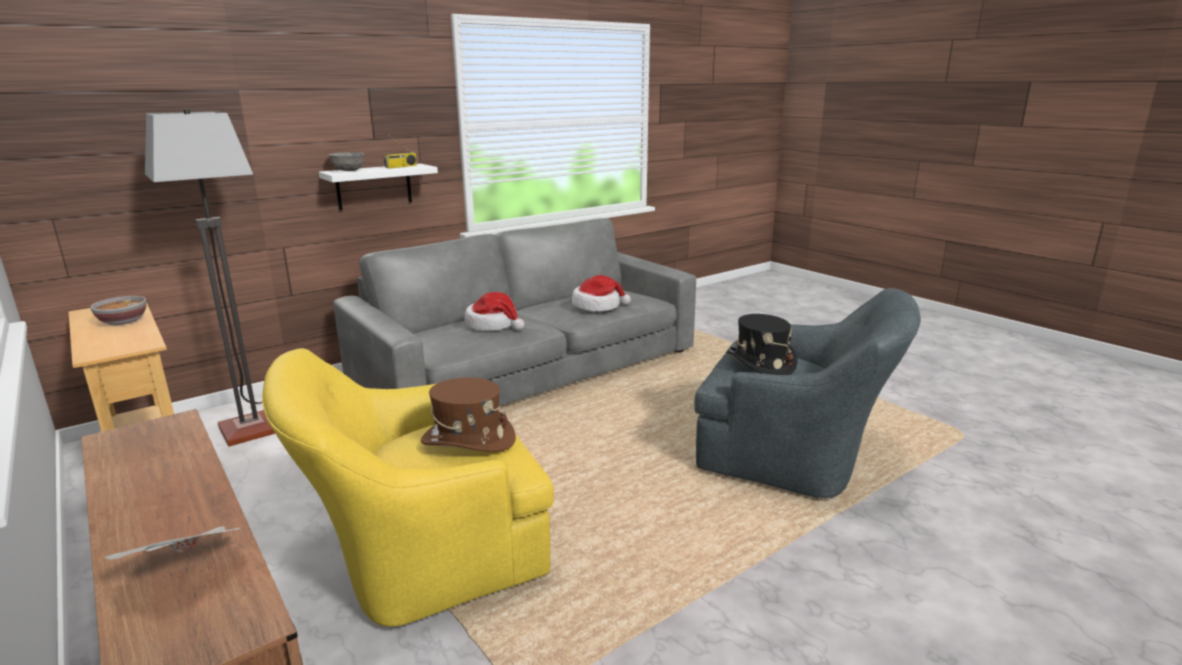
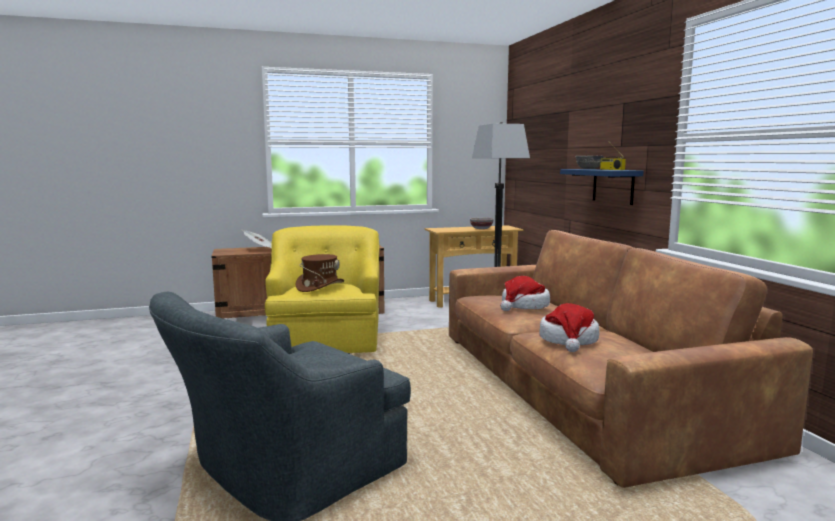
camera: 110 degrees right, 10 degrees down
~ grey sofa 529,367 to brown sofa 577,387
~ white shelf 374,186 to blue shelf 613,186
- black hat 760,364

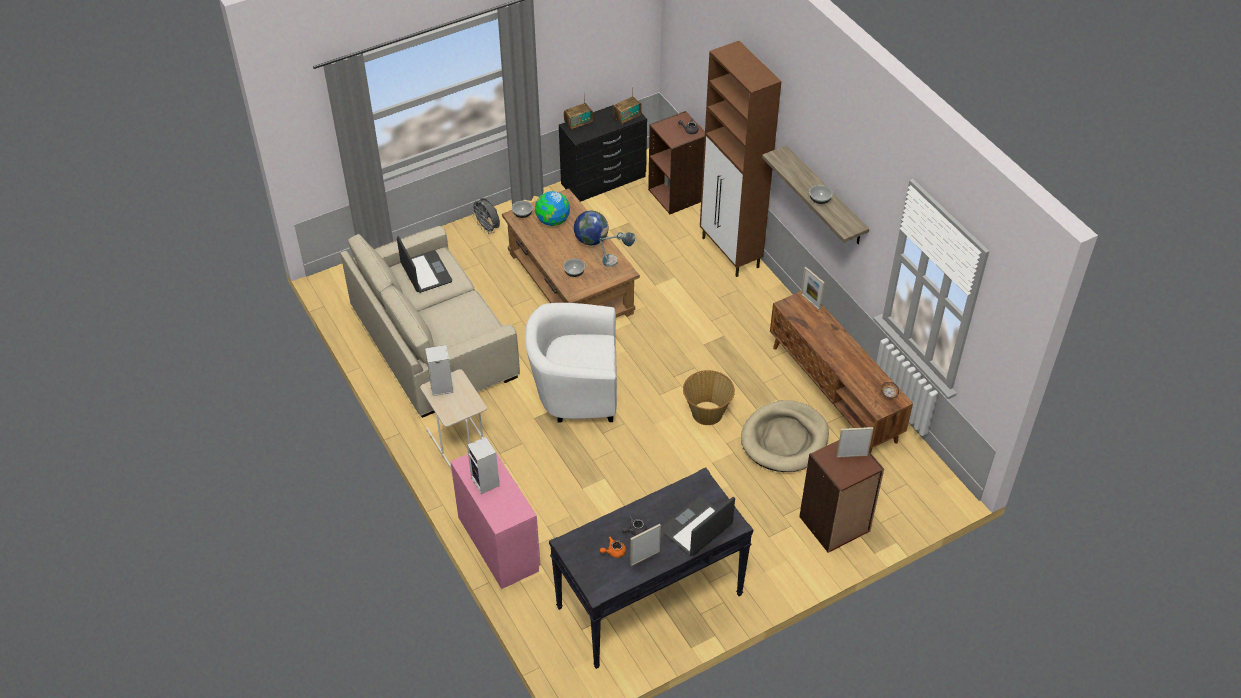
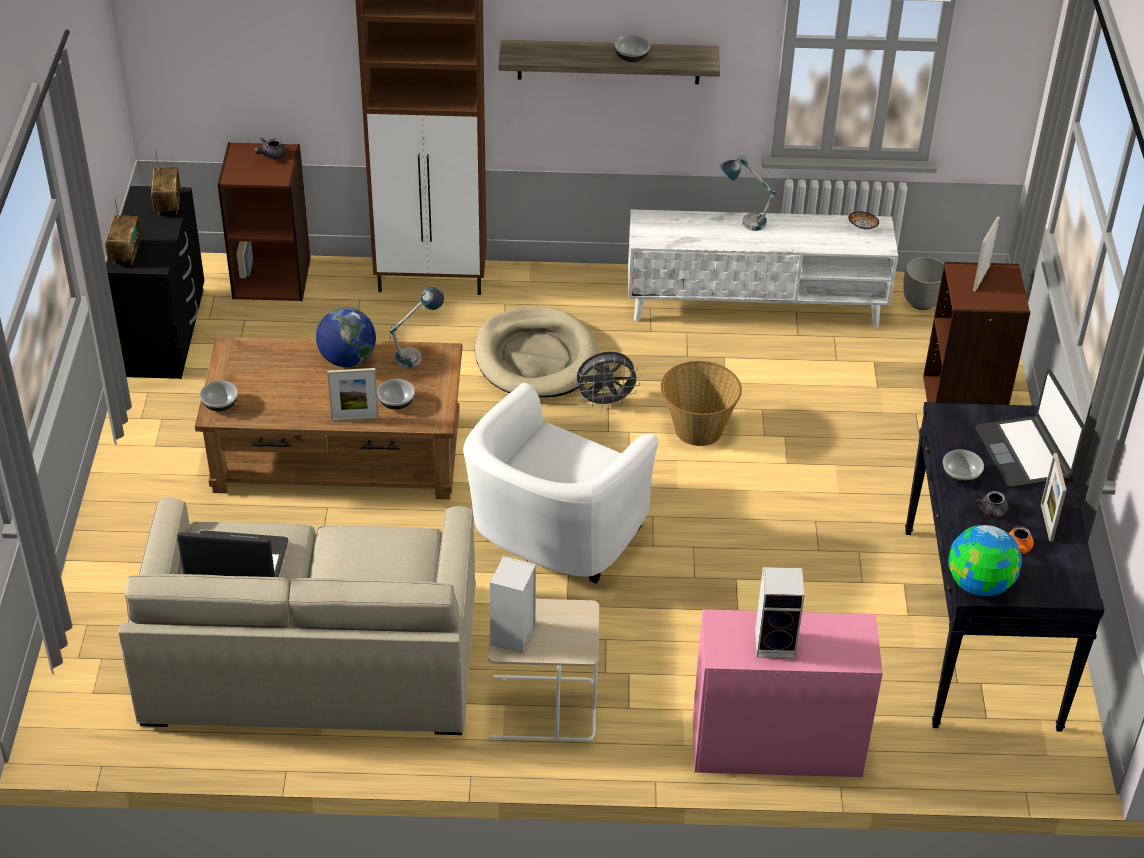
camera: 60 degrees left, 5 degrees down
~ picture frame 810,302 to 355,418
~ beige dog bed 784,439 to 536,358
~ grey fan 488,228 to 605,402
~ brown tv stand 834,394 to white tv stand 756,306
+ table lamp 743,221
+ planter 921,303
+ bowl 960,476
~ globe 552,221 to 979,584

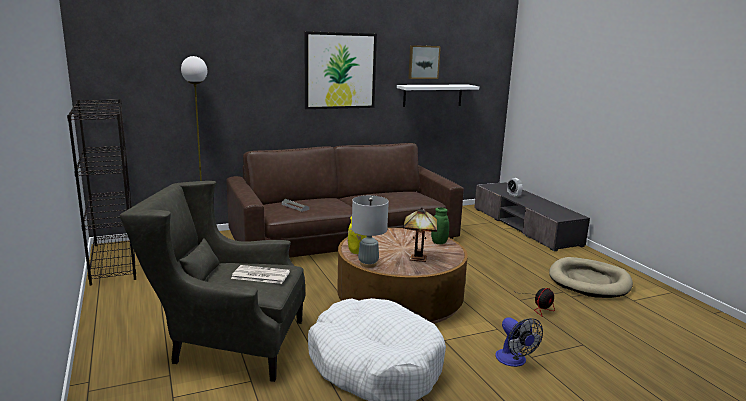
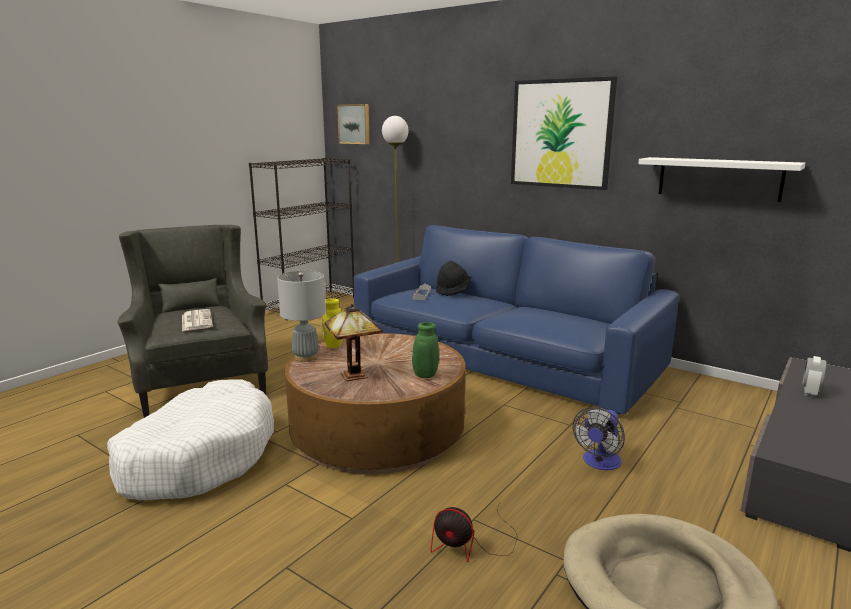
camera: 60 degrees right, 0 degrees up
~ picture 423,62 to 354,124
~ brown sofa 344,236 to blue sofa 503,356
+ black hat 452,291
~ fan 514,361 to 599,463

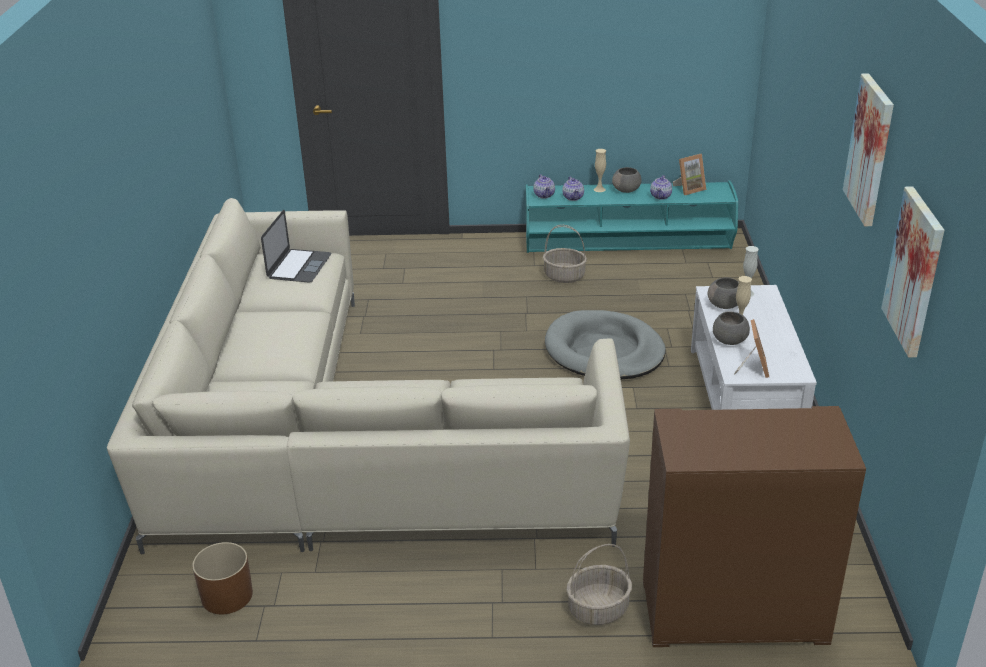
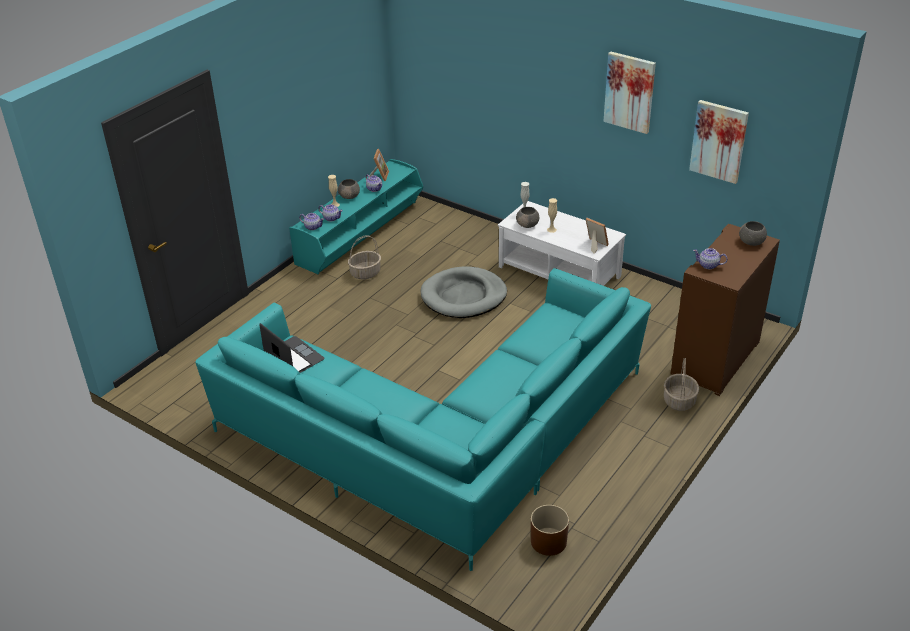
camera: 55 degrees left, 5 degrees up
~ beige sofa 337,442 to turquoise sofa 441,440
+ teapot 708,265
~ grey bowl 729,340 to 751,242

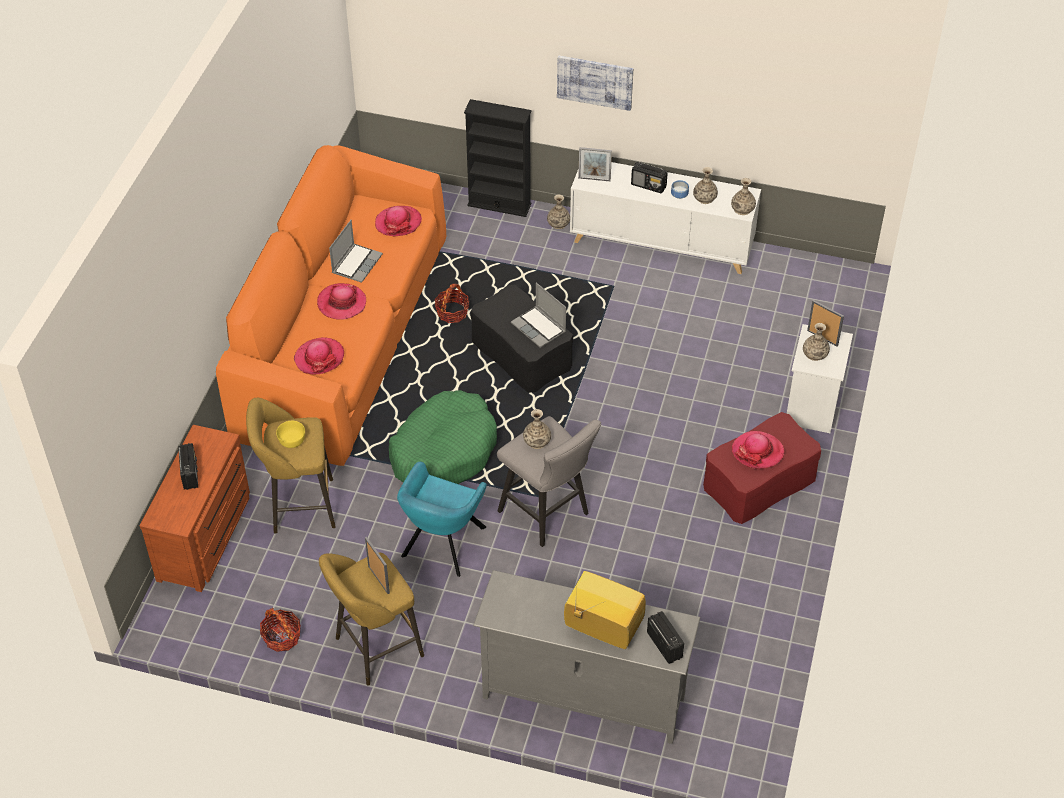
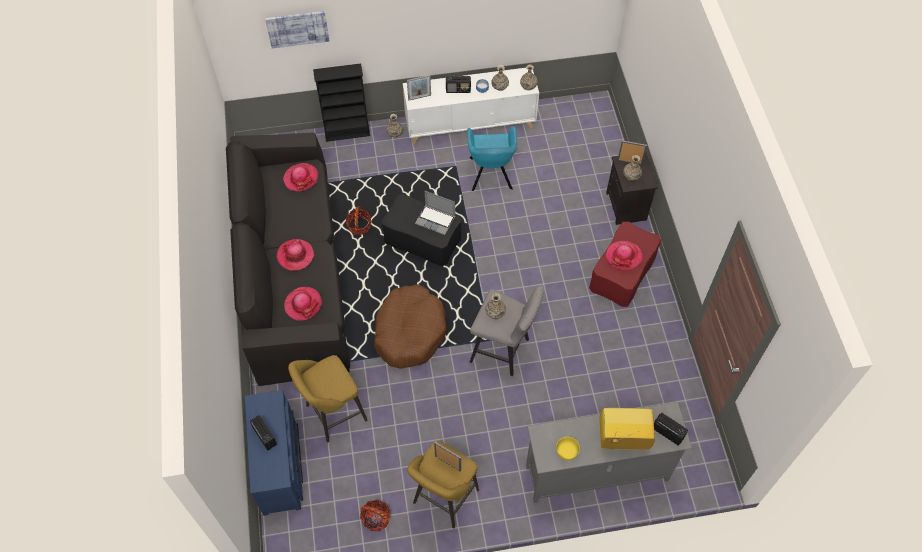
camera: 25 degrees left, 10 degrees up
~ orange sofa 344,336 to black sofa 294,272
~ brown dresser 207,536 to blue dresser 281,465
~ picture 595,82 to 297,28
~ green dog bed 444,450 to brown dog bed 409,331
~ turquoise armchair 442,544 to 491,175
~ yellow bowl 291,440 to 566,452
~ white nightstand 813,408 to black nightstand 627,206
- laptop 356,263

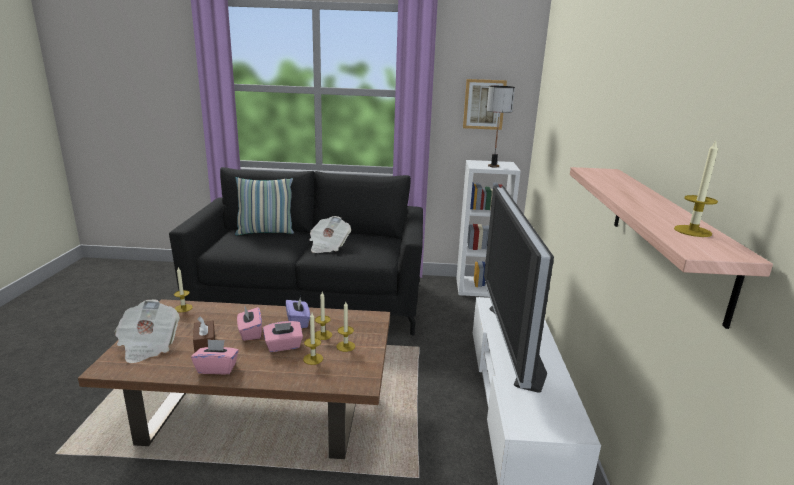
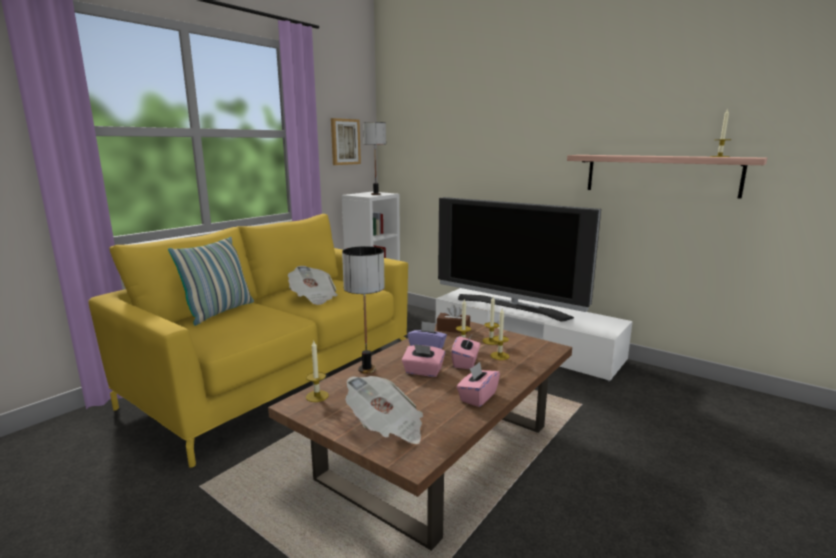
camera: 55 degrees left, 5 degrees down
~ black sofa 310,300 to yellow sofa 277,377
+ table lamp 366,369
~ brown tissue box 205,343 to 453,329

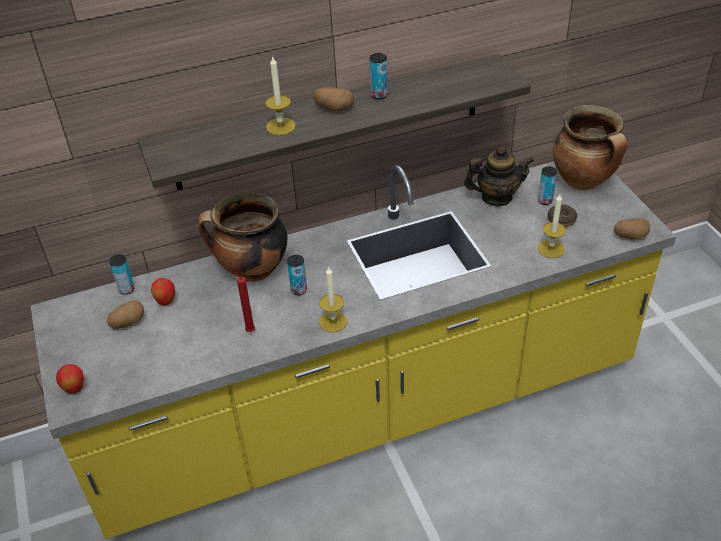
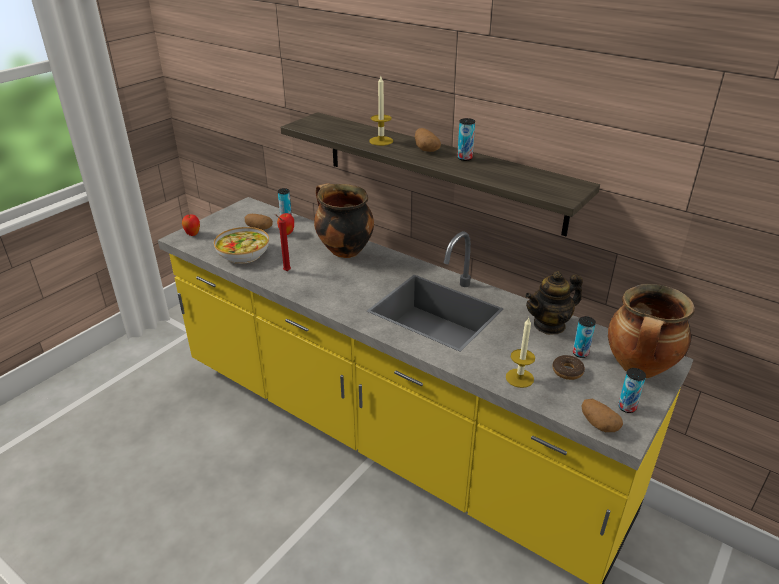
camera: 55 degrees right, 10 degrees down
+ bowl 243,254
~ teapot 496,197 = 549,325 105 degrees clockwise
~ can 299,290 to 627,407
- candle 333,322

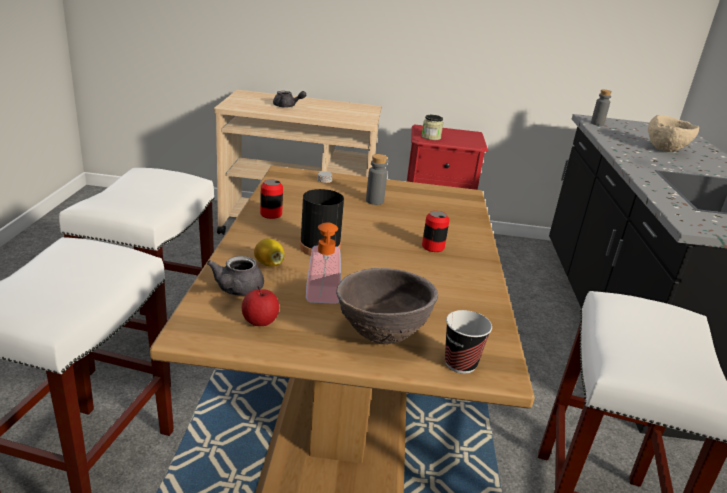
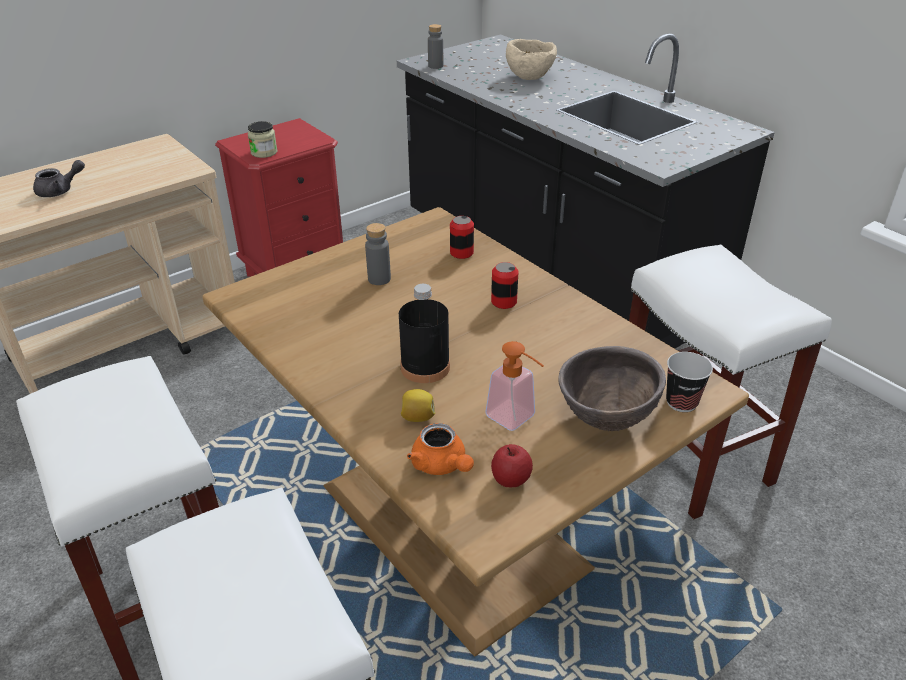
camera: 40 degrees left, 10 degrees up
~ grey teapot 236,290 to orange teapot 441,465
~ can 271,214 to 461,253

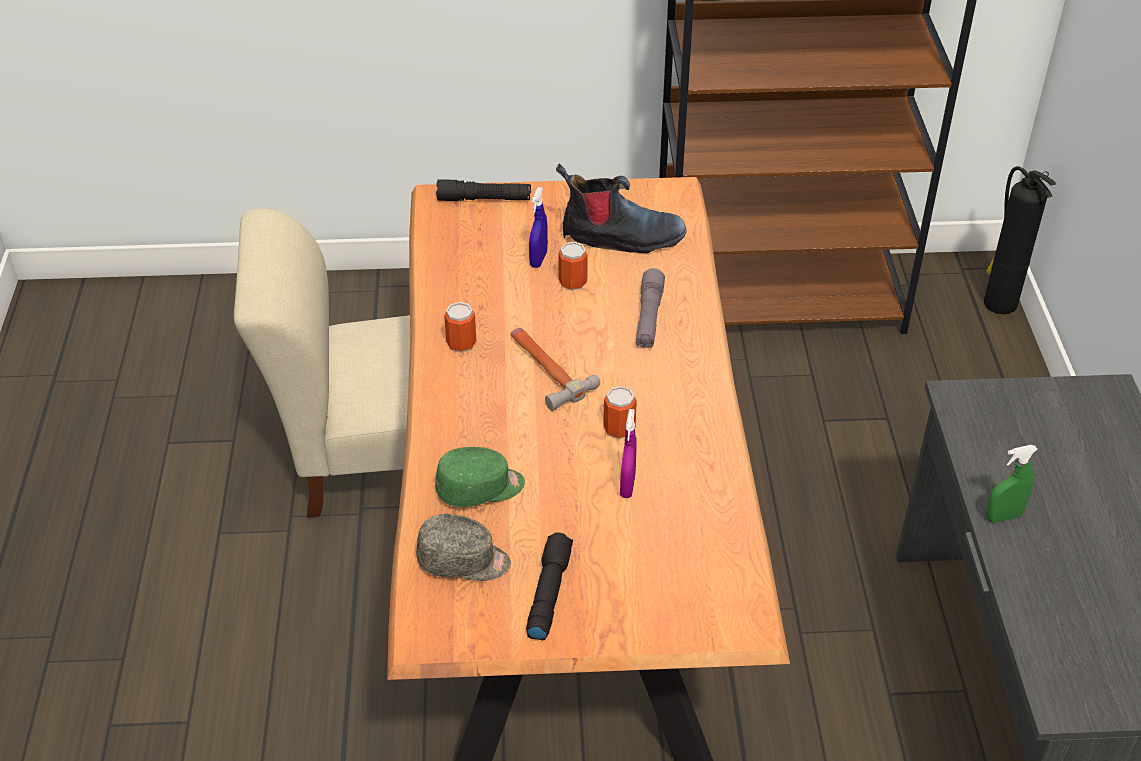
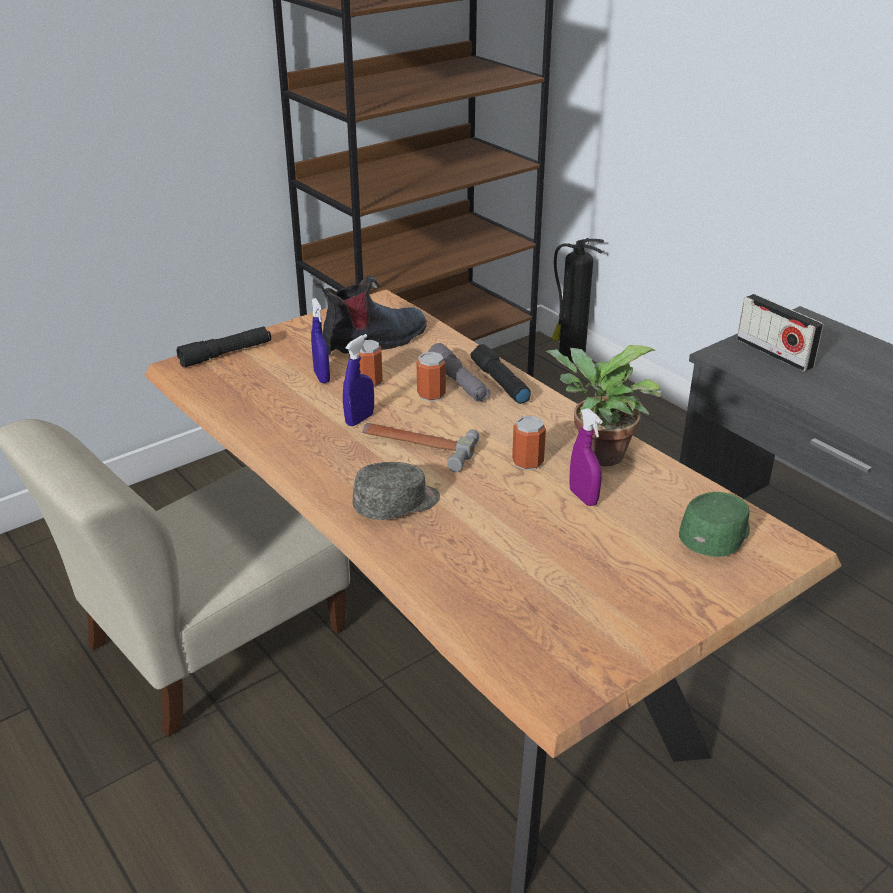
camera: 35 degrees left, 10 degrees down
+ blue spray bottle 359,419
~ grey cap 464,561 to 397,505
~ can 461,344 to 431,395
~ black flashlight 548,592 to 499,382
+ potted plant 596,455
~ green cap 480,488 to 716,536
+ radio 774,353
- green spray bottle 1003,516

